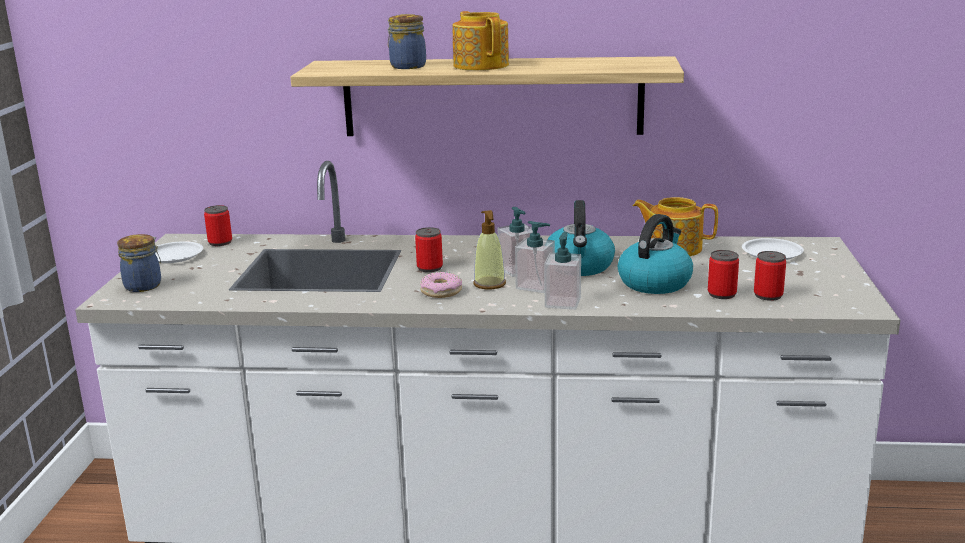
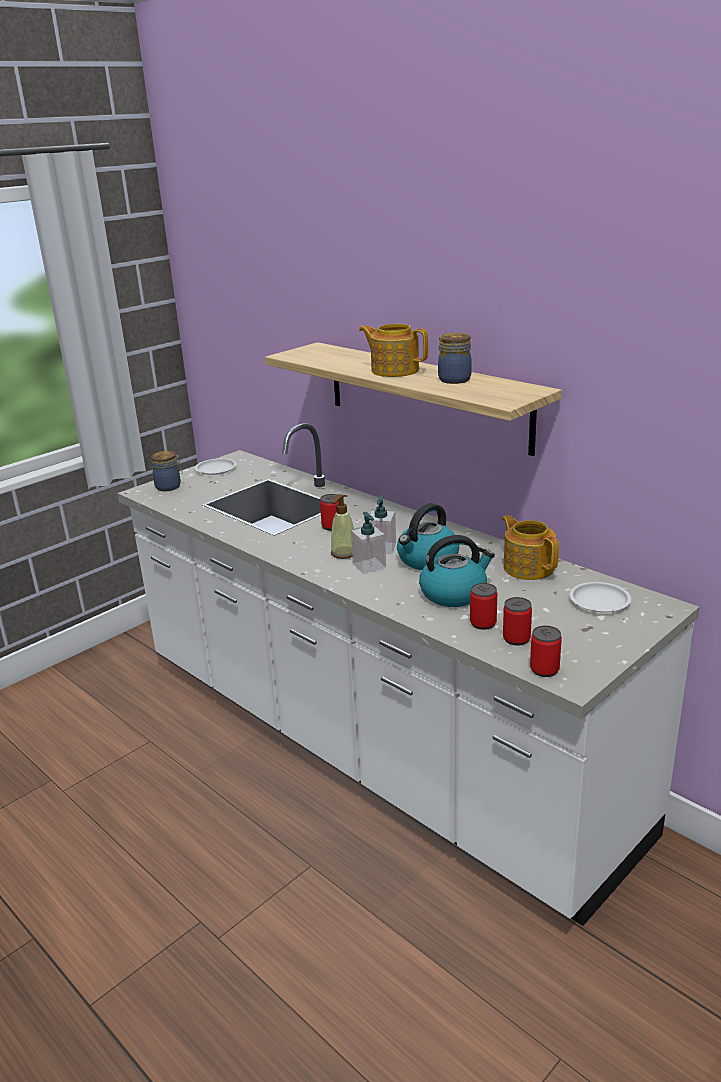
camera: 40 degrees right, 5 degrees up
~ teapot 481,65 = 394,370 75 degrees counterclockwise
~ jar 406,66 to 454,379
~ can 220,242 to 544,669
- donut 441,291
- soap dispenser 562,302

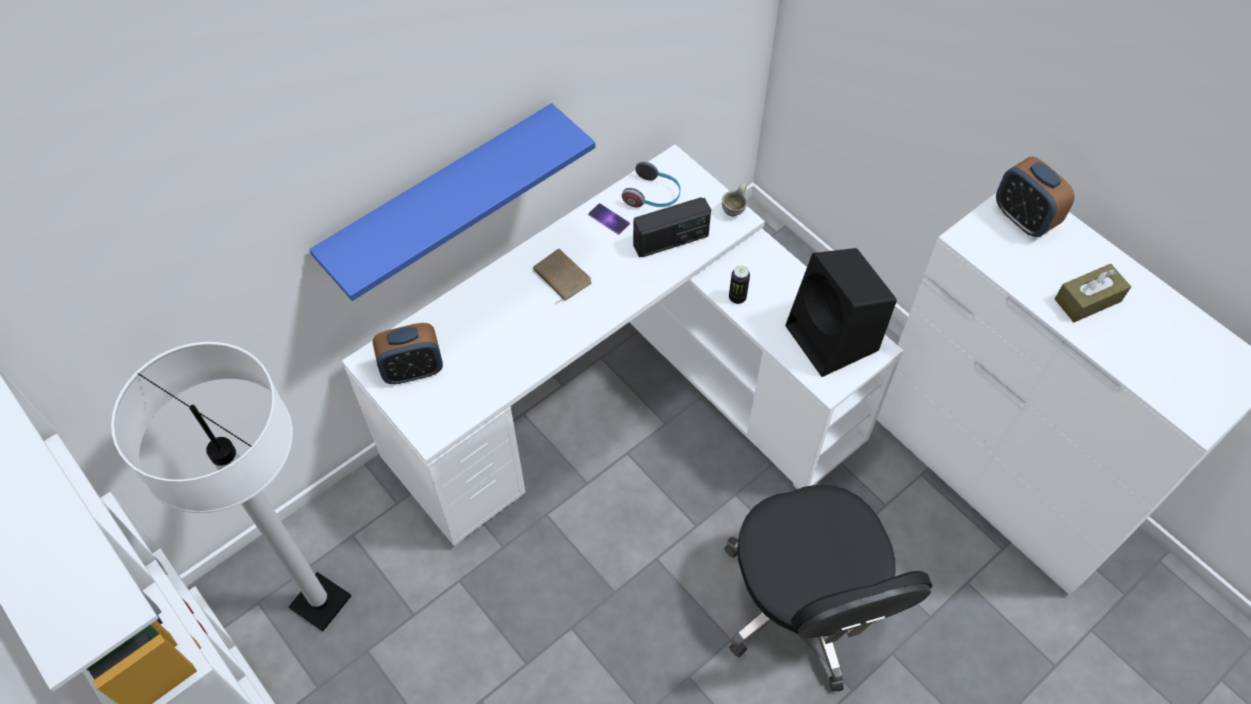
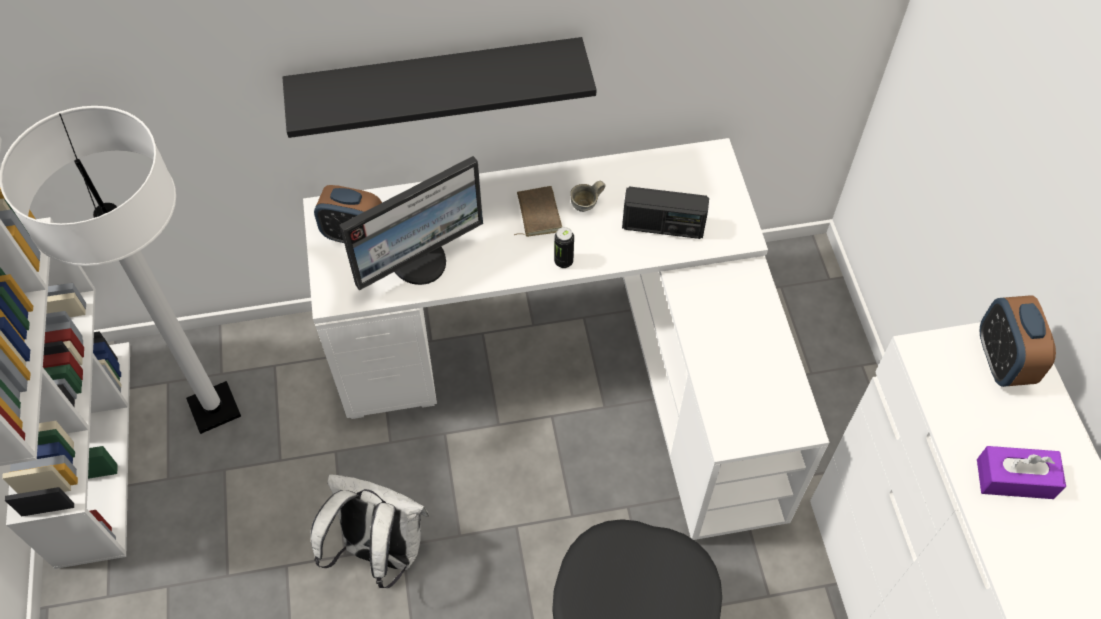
camera: 30 degrees right, 0 degrees up
~ blue shelf 440,197 to black shelf 437,83
+ white backpack 380,550
+ monitor 420,261
~ can 737,297 to 563,261
~ grey mug 735,211 to 586,207
~ brown tissue box 1087,300 to purple tissue box 1014,479
- phone 609,219
- headphones 653,196
- black speaker 833,339

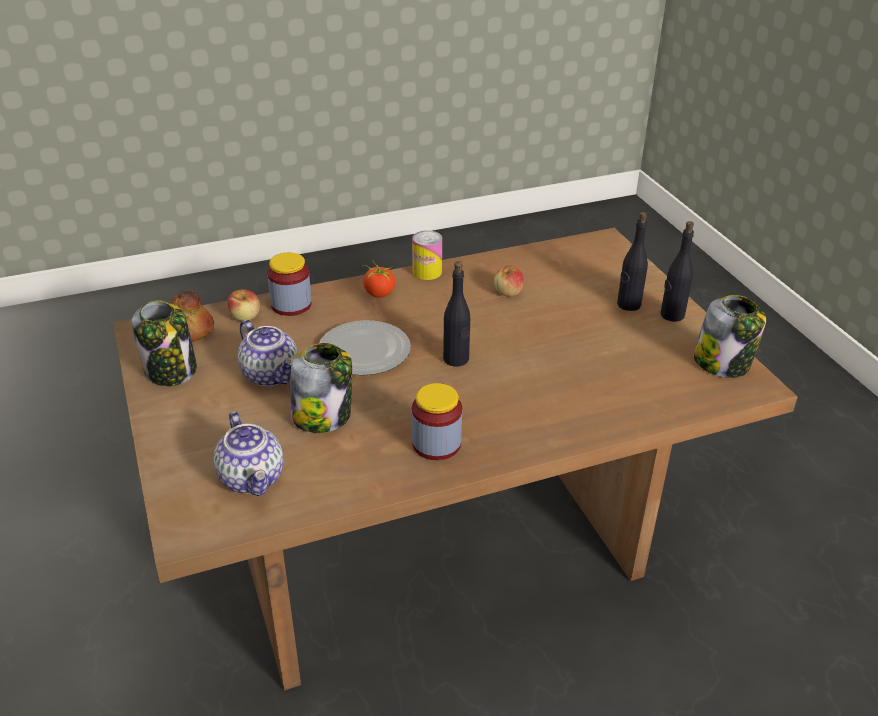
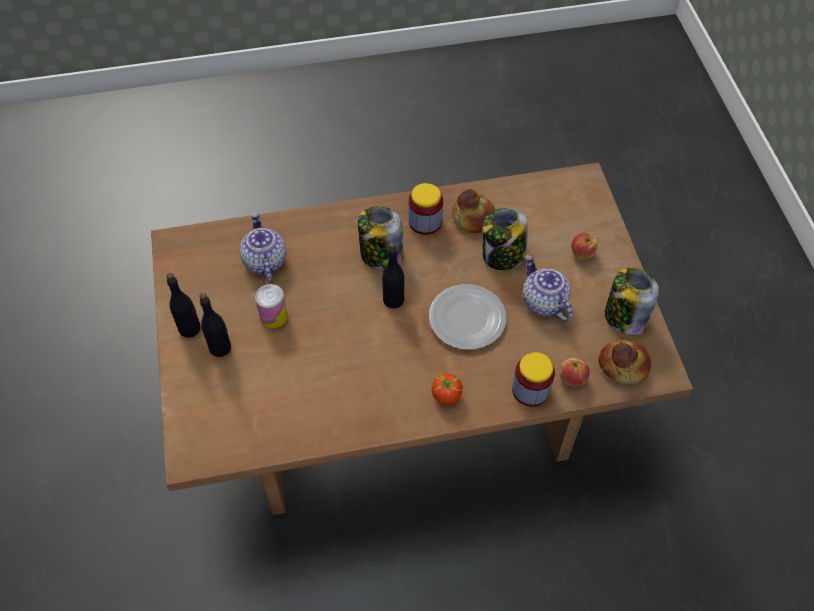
camera: 170 degrees left, 20 degrees up
~ teapot 253,478 to 264,261
~ can 427,272 to 274,316
~ jar 723,363 to 381,254
+ bread 474,217
~ apple 508,292 to 582,252

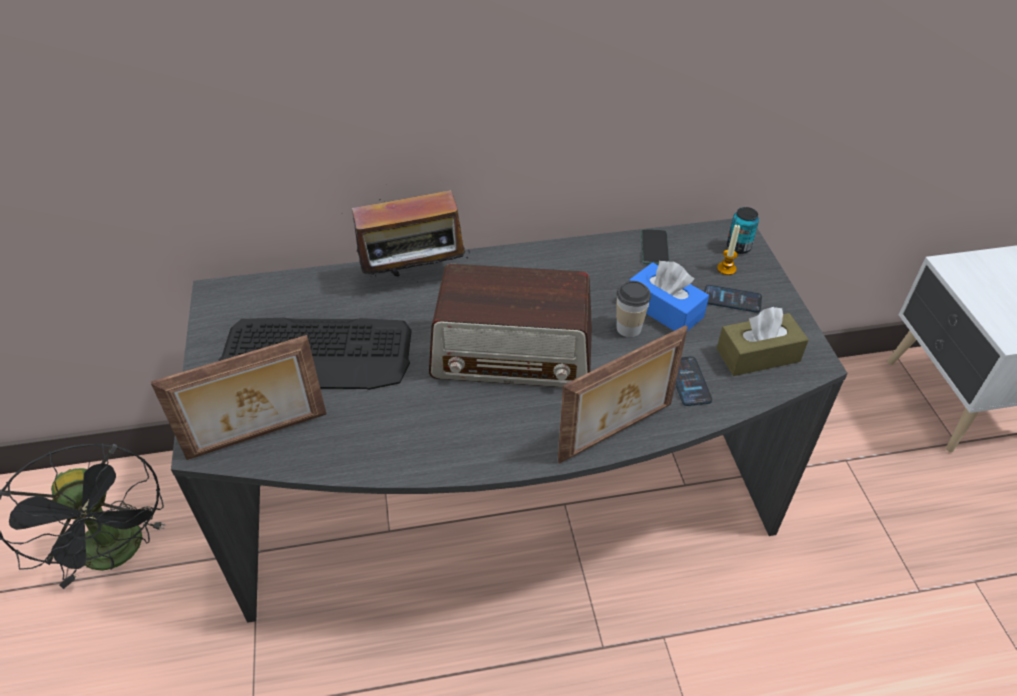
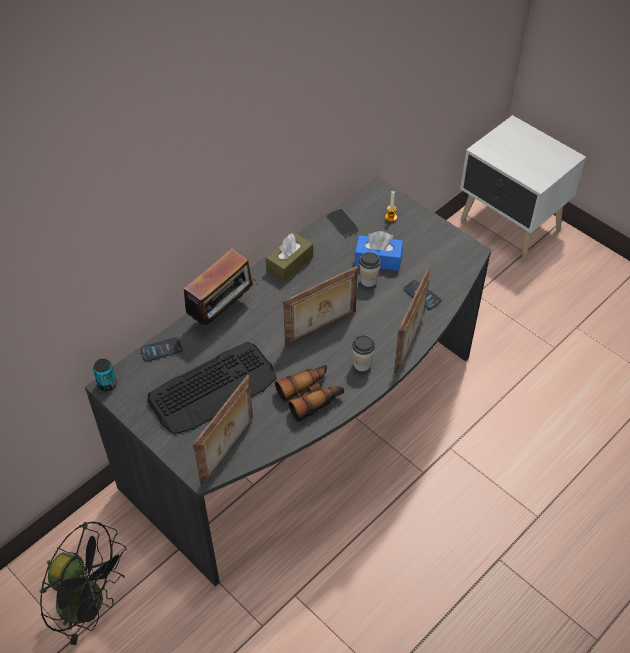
camera: 35 degrees left, 5 degrees up
~ can 738,247 to 107,384
~ phone 732,299 to 161,350
~ brown tissue box 758,355 to 289,264
+ binoculars 311,396
~ radio 513,354 to picture frame 321,328
+ cup 362,364

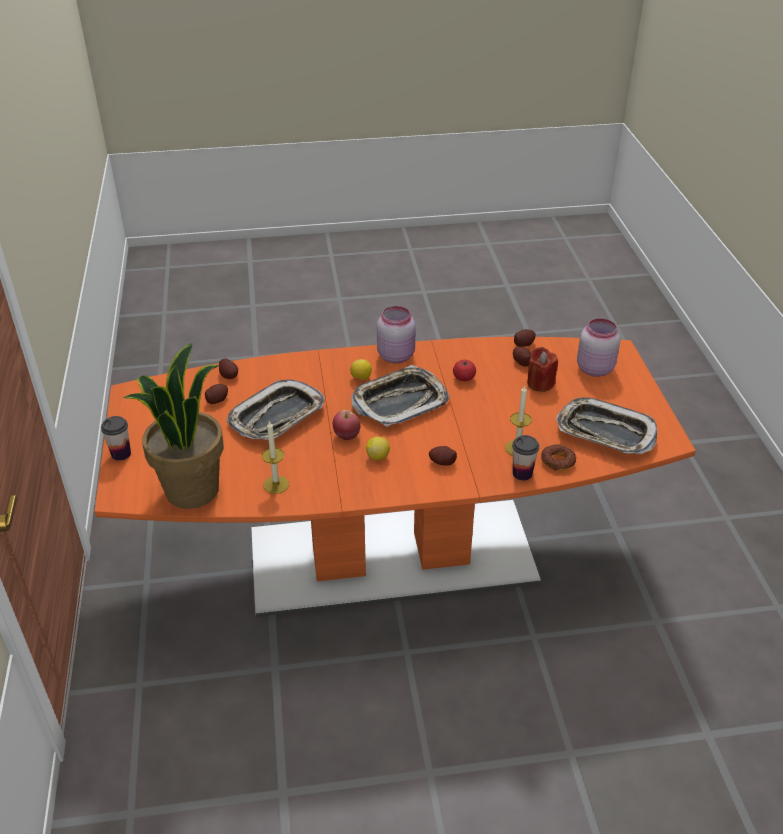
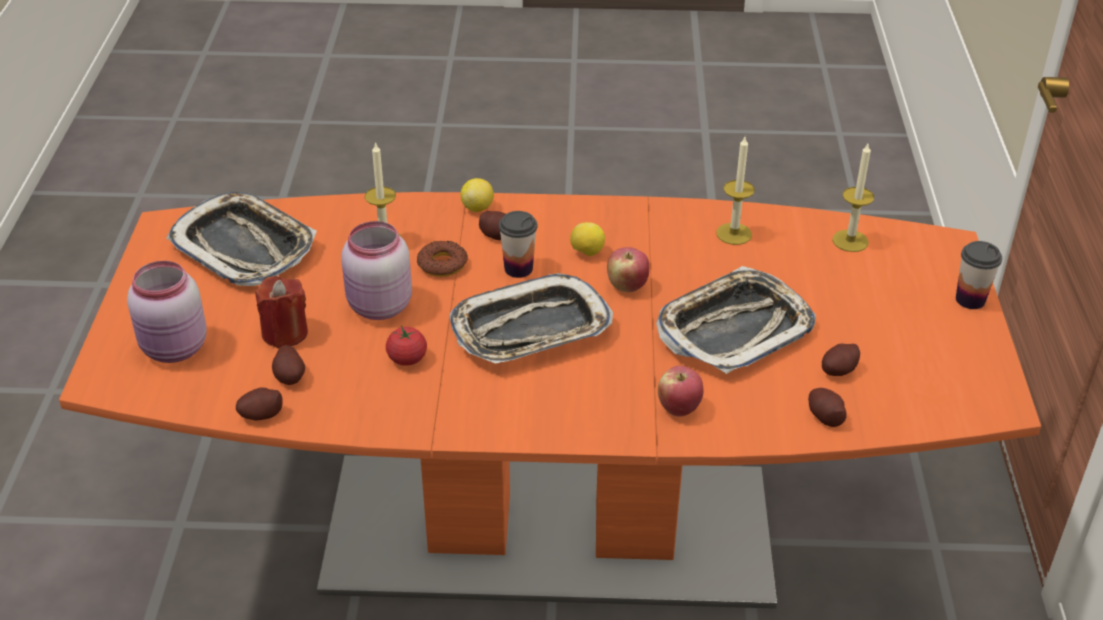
camera: 170 degrees left, 0 degrees up
~ pink jar 396,355 to 378,307
~ donut 558,461 to 442,264
~ lemon 361,378 to 477,208
~ cup 522,473 to 518,268
+ apple 678,408
~ potted plant 191,489 to candle 850,241

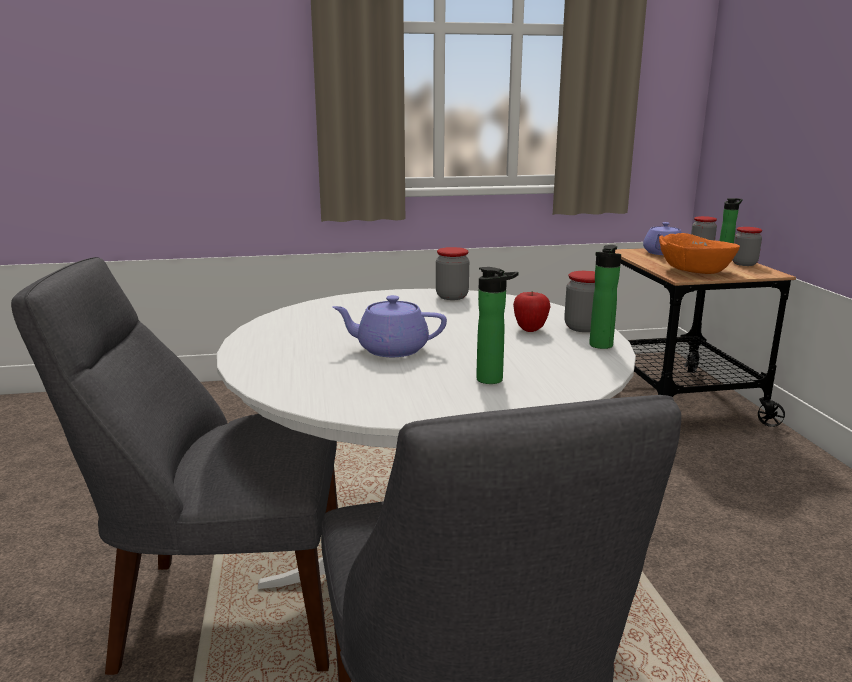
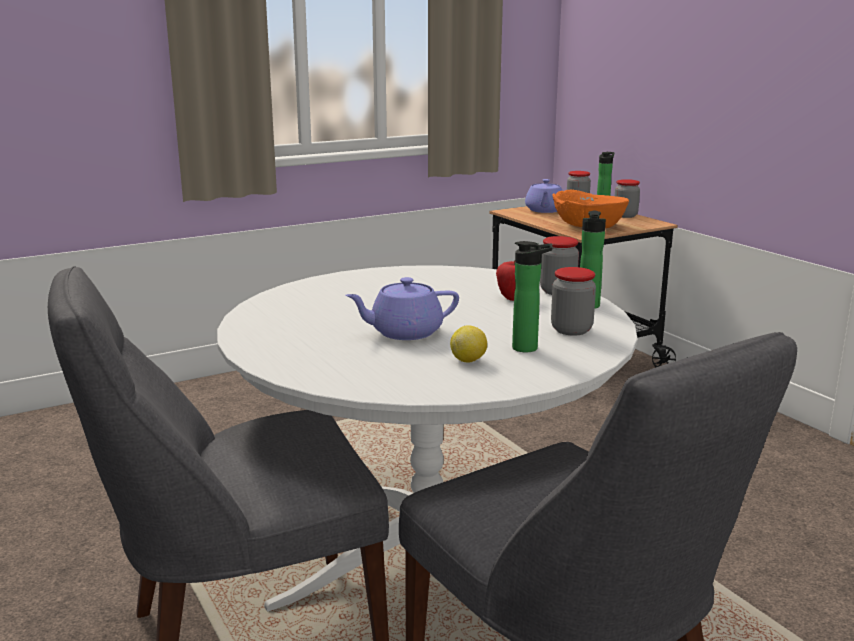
camera: 20 degrees left, 0 degrees up
+ lemon 468,360
~ jar 452,296 to 571,330

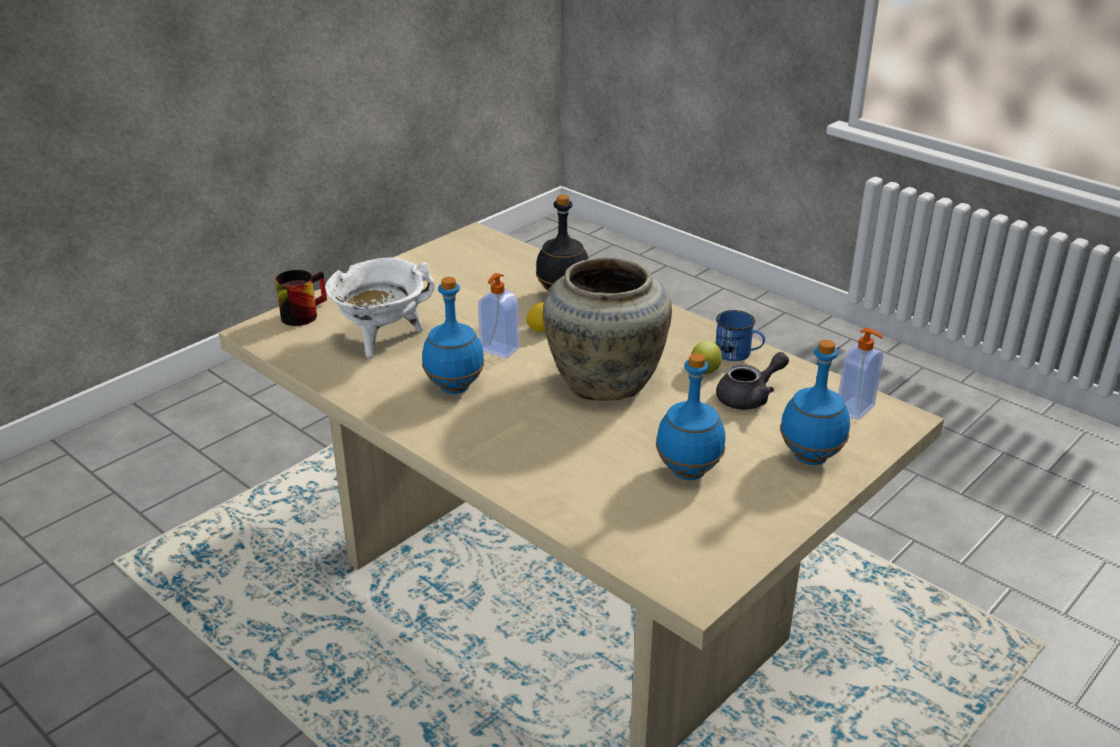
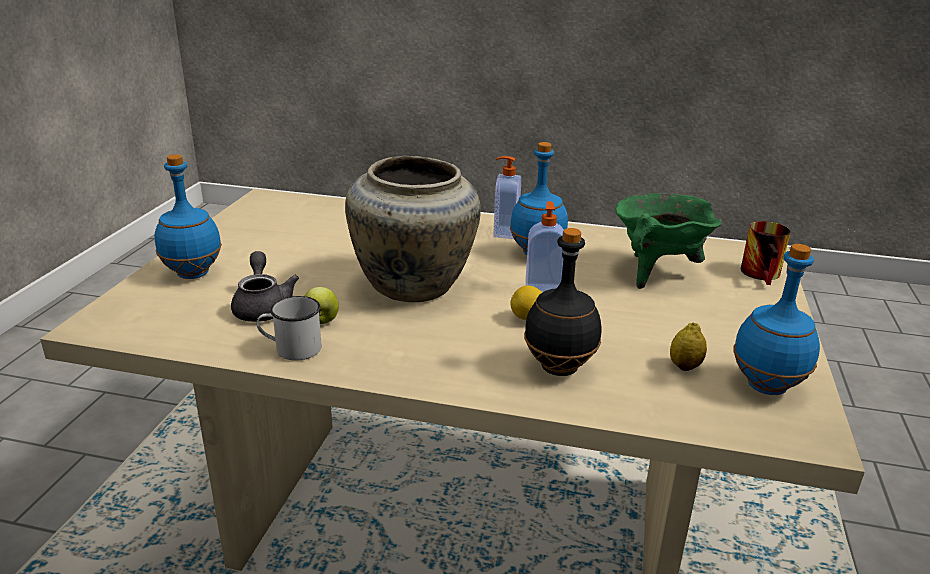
camera: 150 degrees right, 5 degrees down
~ grey teapot 749,397 = 263,307 135 degrees clockwise
~ blue mug 738,354 to white mug 291,349
~ soap dispenser 856,409 to 504,232
~ white cooking pot 382,339 to green cooking pot 657,273
+ lemon 685,366
~ blue bottle 689,471 to 766,387

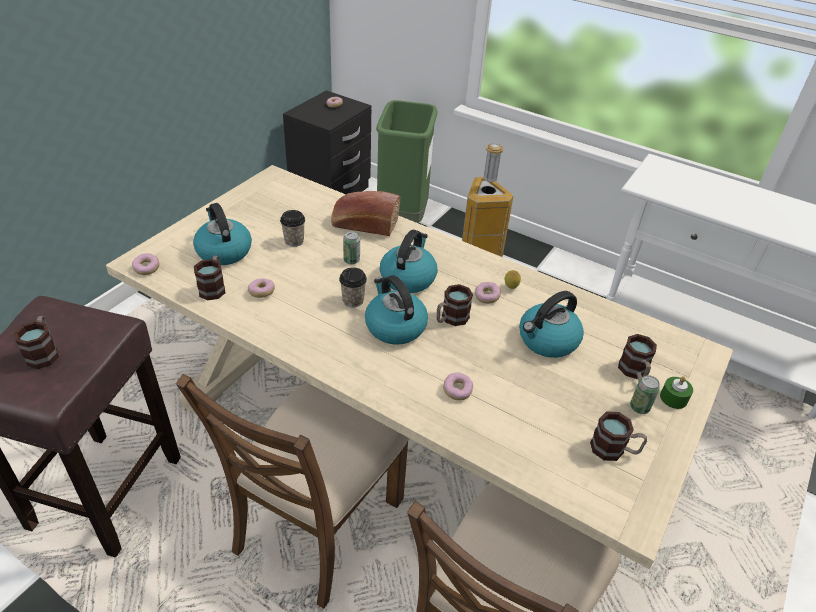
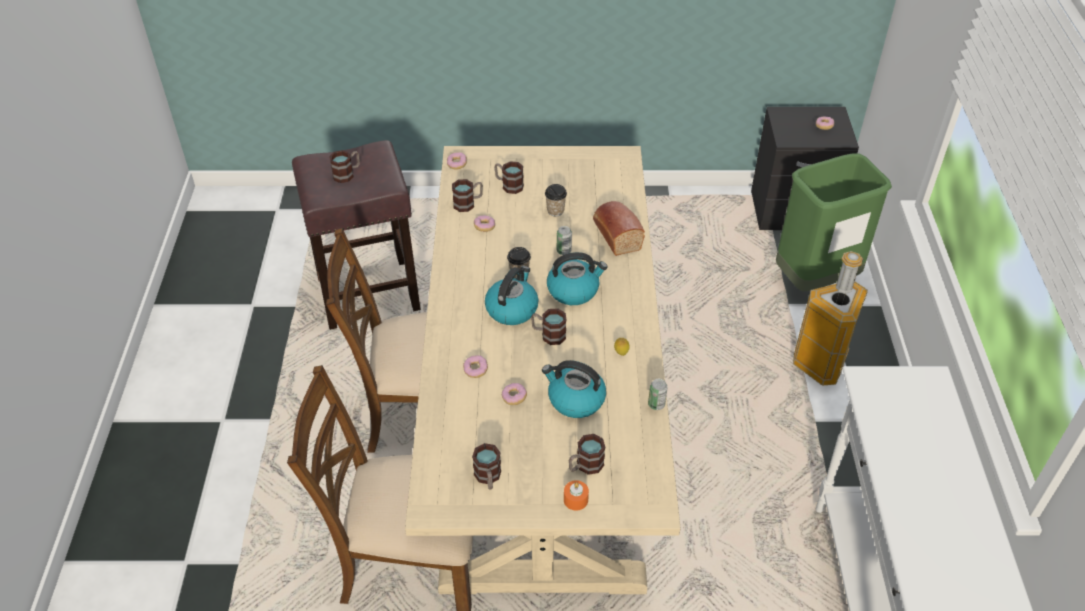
camera: 60 degrees right, 5 degrees up
~ kettle 223,251 to mug 508,185
~ donut 486,297 to 514,397
~ green candle 673,398 to orange candle 575,500
~ can 639,407 to 656,404

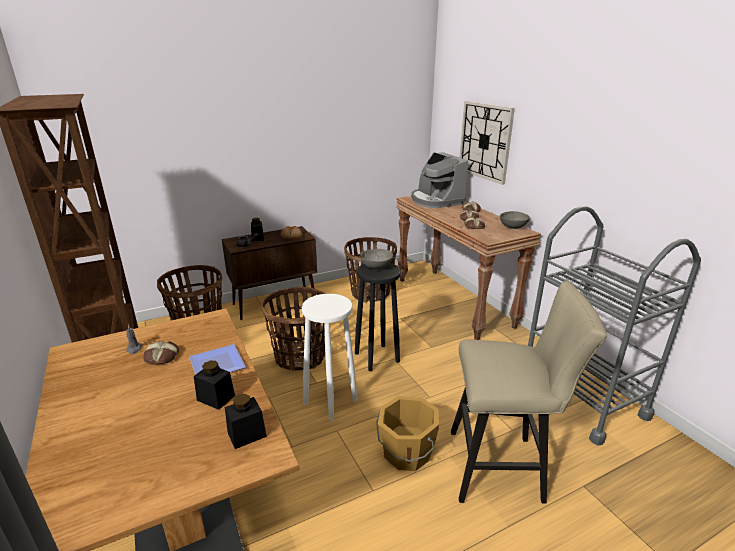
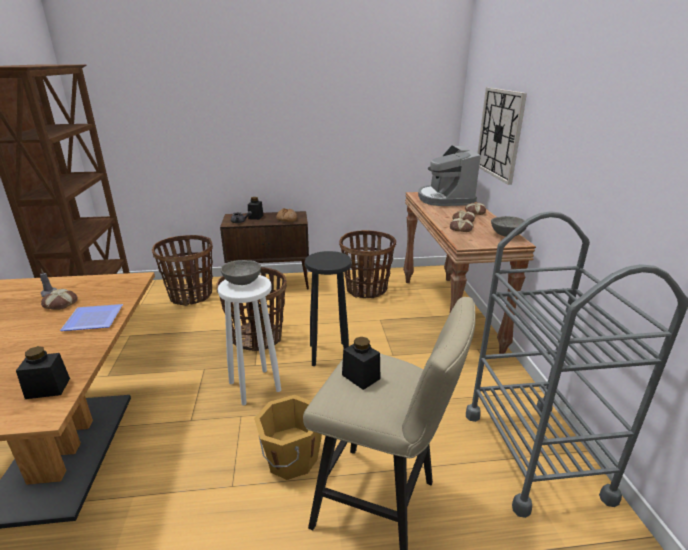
camera: 20 degrees right, 0 degrees up
~ grey bowl 376,267 to 242,282
~ black jar 216,398 to 361,377

